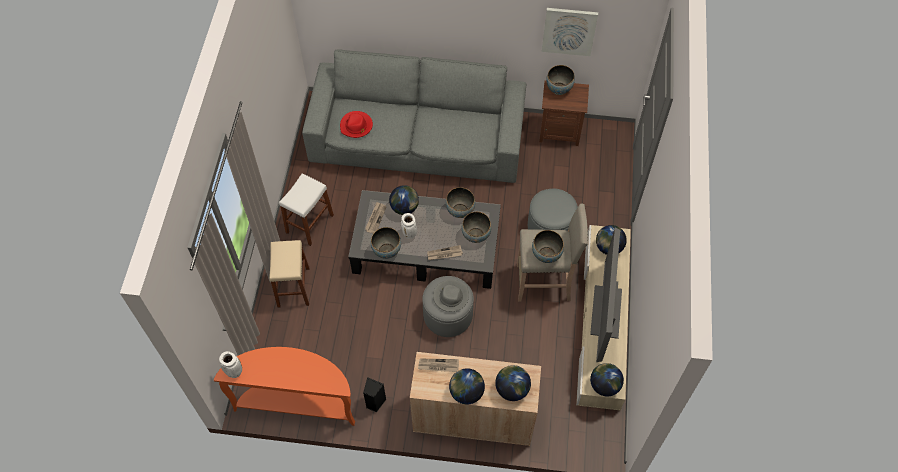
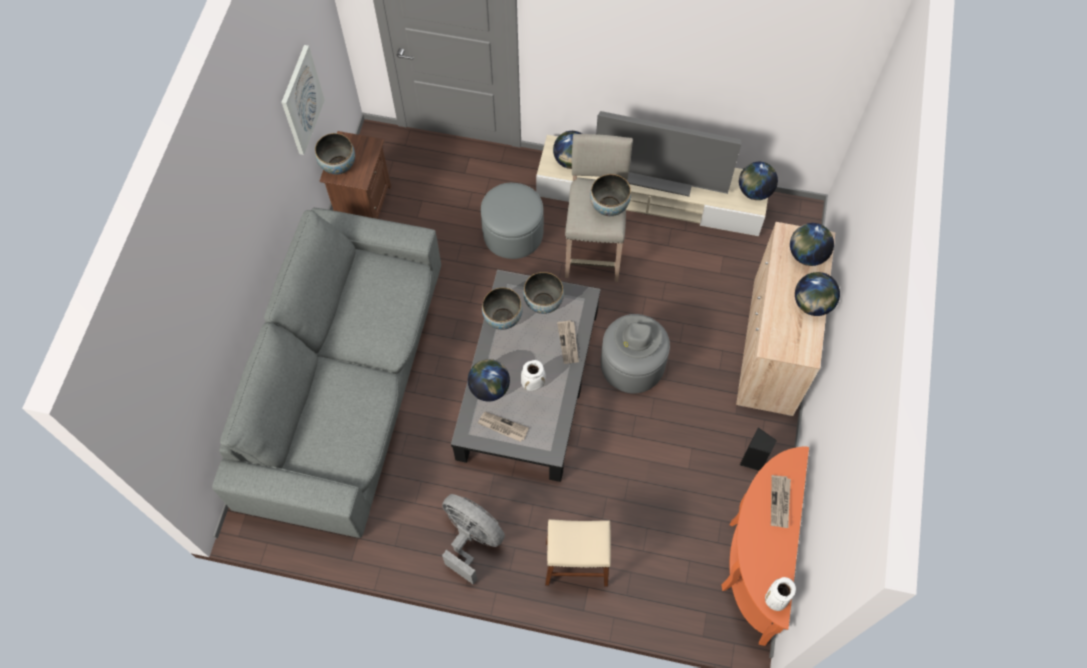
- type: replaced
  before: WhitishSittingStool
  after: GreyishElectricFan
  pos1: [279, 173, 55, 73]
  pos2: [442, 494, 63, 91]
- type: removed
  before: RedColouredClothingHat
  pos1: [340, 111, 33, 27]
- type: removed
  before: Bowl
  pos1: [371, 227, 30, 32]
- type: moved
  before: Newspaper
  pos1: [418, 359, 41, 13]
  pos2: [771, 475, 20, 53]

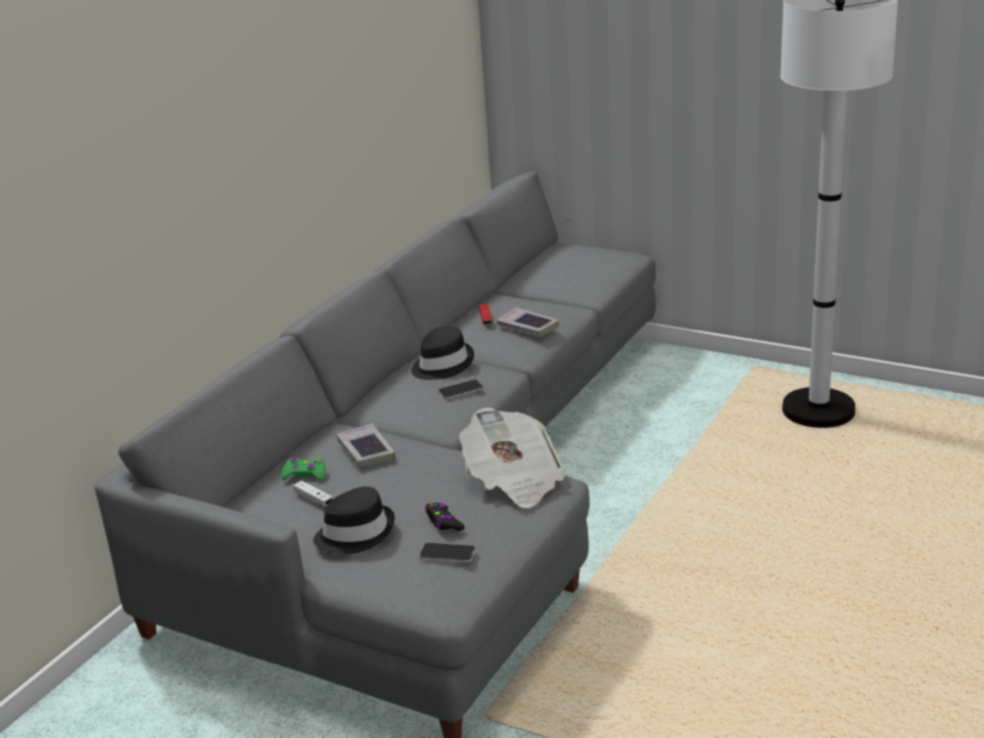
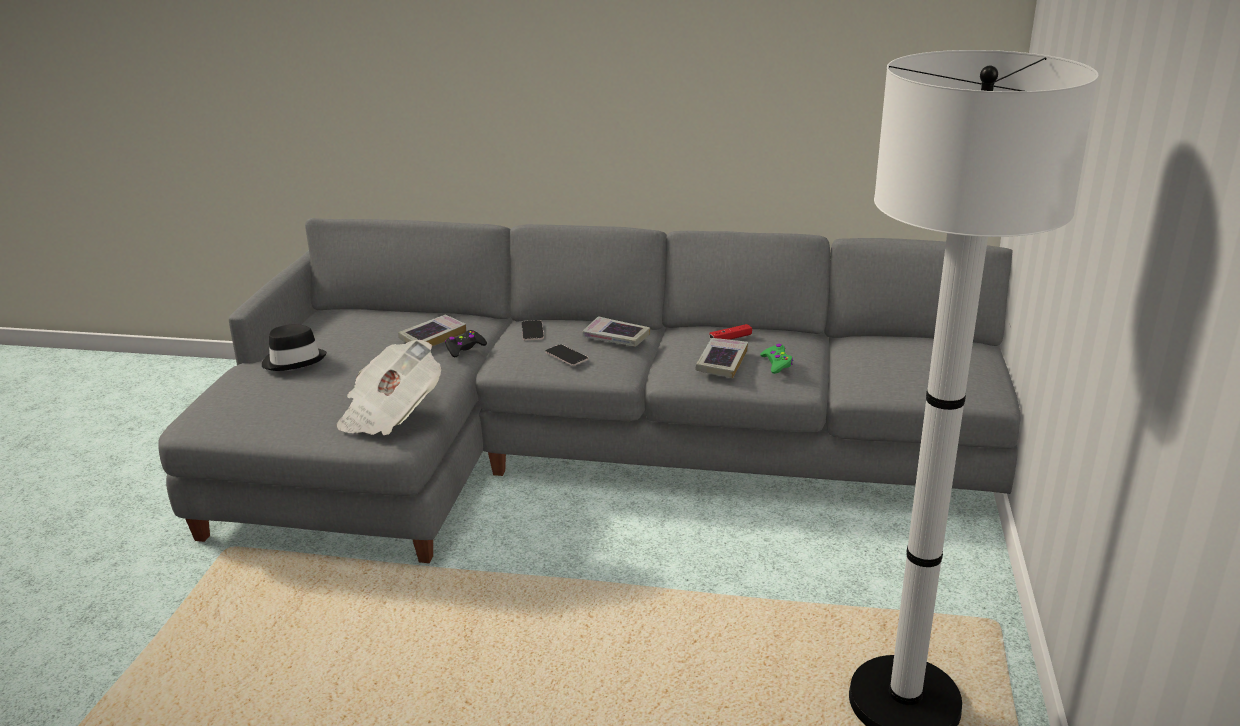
- type: moved
  before: GreenColouredGamepad
  pos1: [281, 457, 45, 24]
  pos2: [760, 344, 33, 30]
- type: removed
  before: WhitishGamepad
  pos1: [293, 480, 40, 26]
- type: replaced
  before: BlackColouredClothingHat
  after: BoundBook
  pos1: [412, 326, 62, 54]
  pos2: [583, 316, 67, 31]
- type: moved
  before: Telephone
  pos1: [419, 543, 57, 19]
  pos2: [521, 320, 23, 20]
- type: moved
  before: BlackColouredGamepad
  pos1: [425, 503, 40, 28]
  pos2: [445, 330, 42, 27]

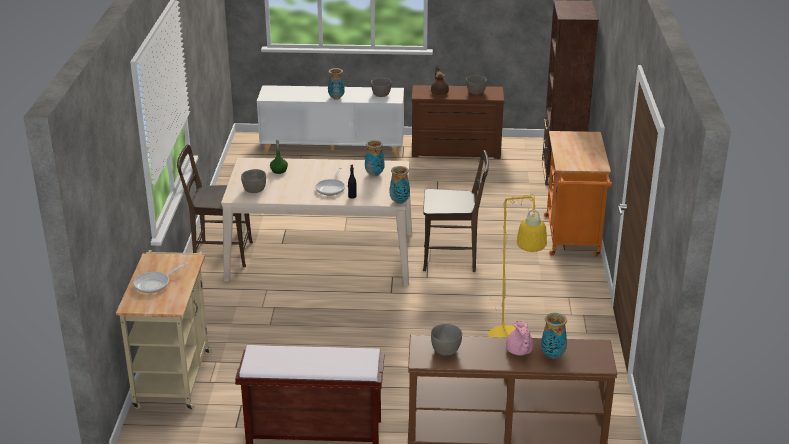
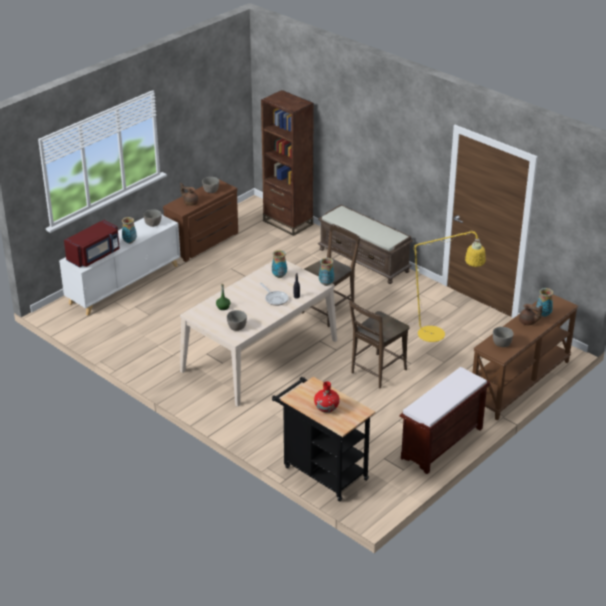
- type: recoloured
  before: BeigeColouredCart
  after: BlackColouredCart
  pos1: [116, 250, 96, 161]
  pos2: [272, 377, 103, 124]
- type: replaced
  before: Pan
  after: RedColouredFlowerVase
  pos1: [133, 263, 55, 30]
  pos2: [314, 381, 26, 32]
- type: moved
  before: BrownishChair
  pos1: [177, 144, 76, 123]
  pos2: [349, 300, 61, 88]
- type: recoloured
  before: PinkishPotForTea
  after: BrownishPotForTea
  pos1: [506, 321, 27, 34]
  pos2: [519, 304, 24, 21]
- type: replaced
  before: OrangeCart
  after: BrownishIndoorBench
  pos1: [544, 131, 68, 126]
  pos2: [318, 205, 95, 79]
- type: added
  after: RedColouredKitchenMicrowave
  pos2: [64, 220, 56, 48]

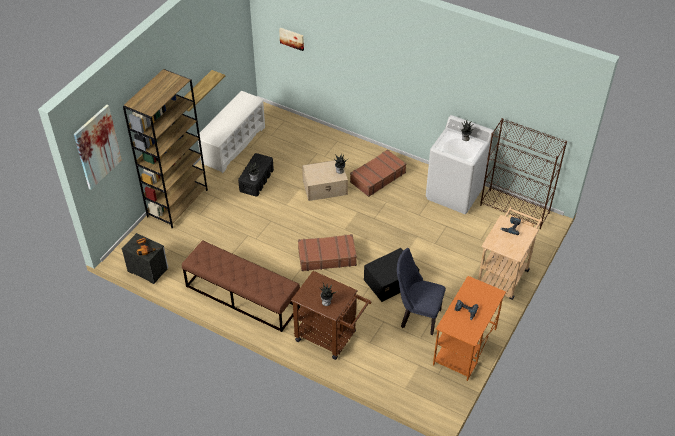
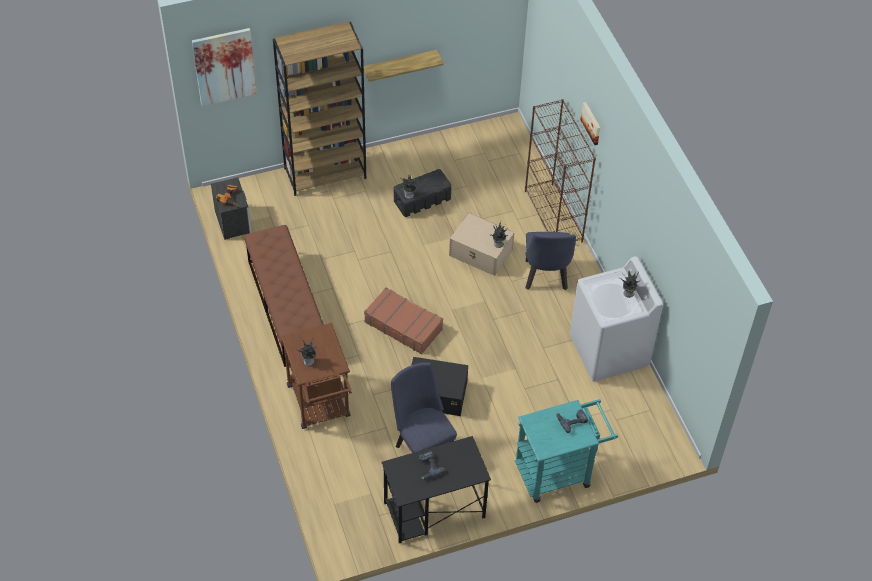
- type: removed
  before: WhitishShoeShelf
  pos1: [197, 91, 68, 82]
- type: moved
  before: Picture
  pos1: [279, 28, 25, 23]
  pos2: [581, 102, 19, 43]
- type: replaced
  before: BrownishSuitcase
  after: BlueColouredChair
  pos1: [350, 149, 56, 48]
  pos2: [525, 232, 51, 58]
- type: recoloured
  before: OrangeDesk
  after: BlackColouredDesk
  pos1: [433, 276, 73, 105]
  pos2: [381, 436, 110, 107]
- type: recoloured
  before: BeigeColouredCart
  after: BlueGreenCart
  pos1: [478, 207, 64, 93]
  pos2: [515, 399, 103, 104]
- type: moved
  before: BrownishShelvingUnit
  pos1: [480, 118, 87, 111]
  pos2: [525, 99, 71, 143]

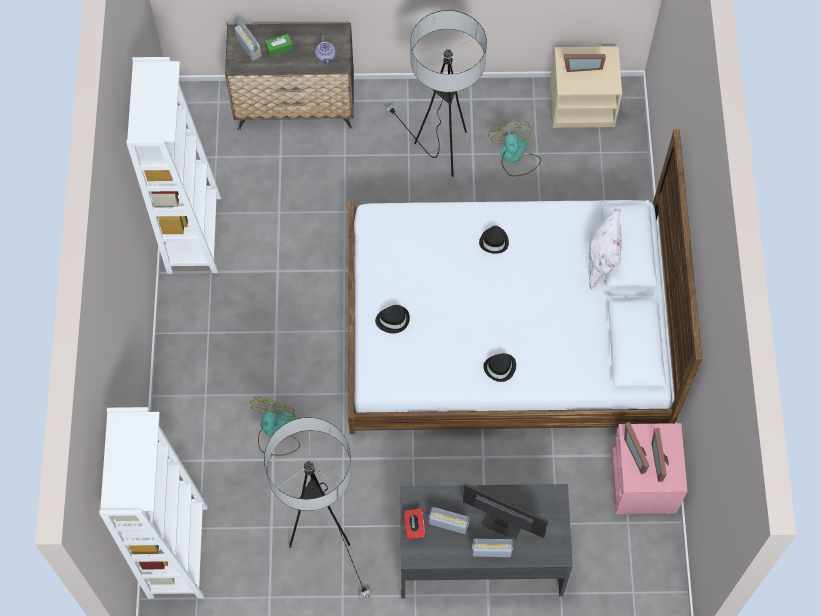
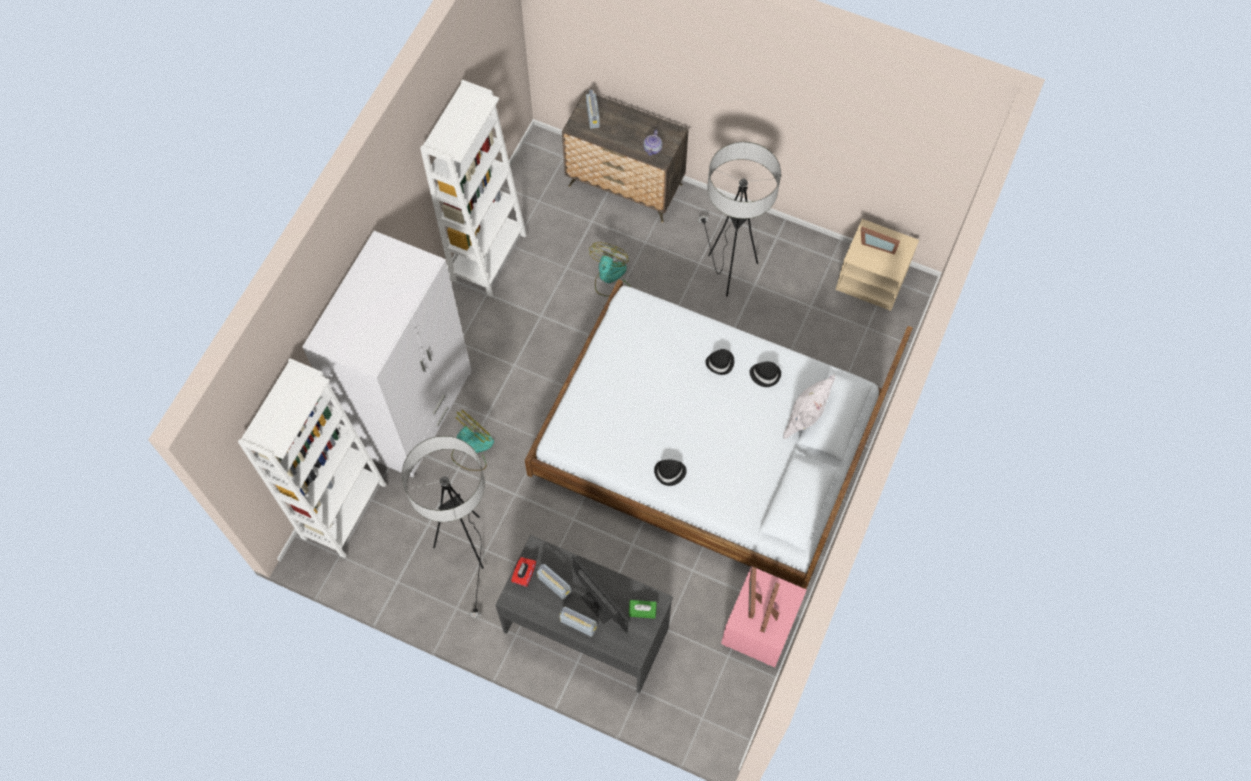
- type: moved
  before: GreenColouredTissueBox
  pos1: [265, 34, 28, 23]
  pos2: [629, 600, 28, 19]
- type: moved
  before: BlackColouredClothingHat
  pos1: [375, 305, 35, 28]
  pos2: [750, 362, 31, 25]
- type: moved
  before: ElectricFan
  pos1: [488, 121, 53, 56]
  pos2: [589, 242, 42, 55]
- type: added
  after: WhitishWardrobe
  pos2: [302, 231, 169, 247]

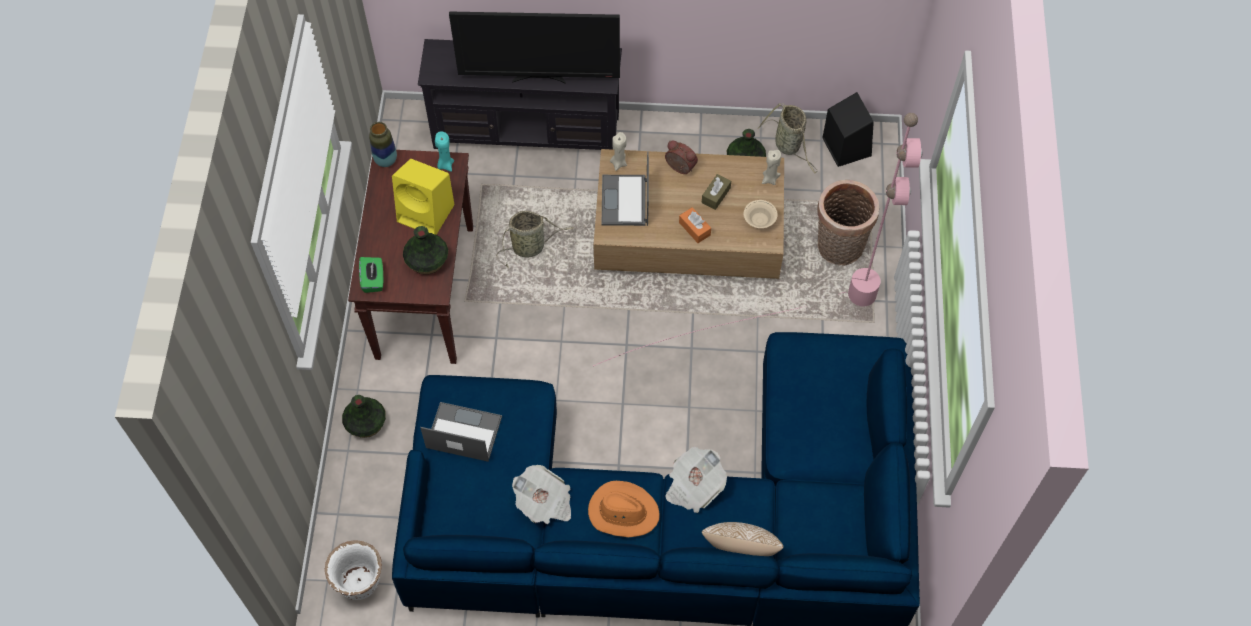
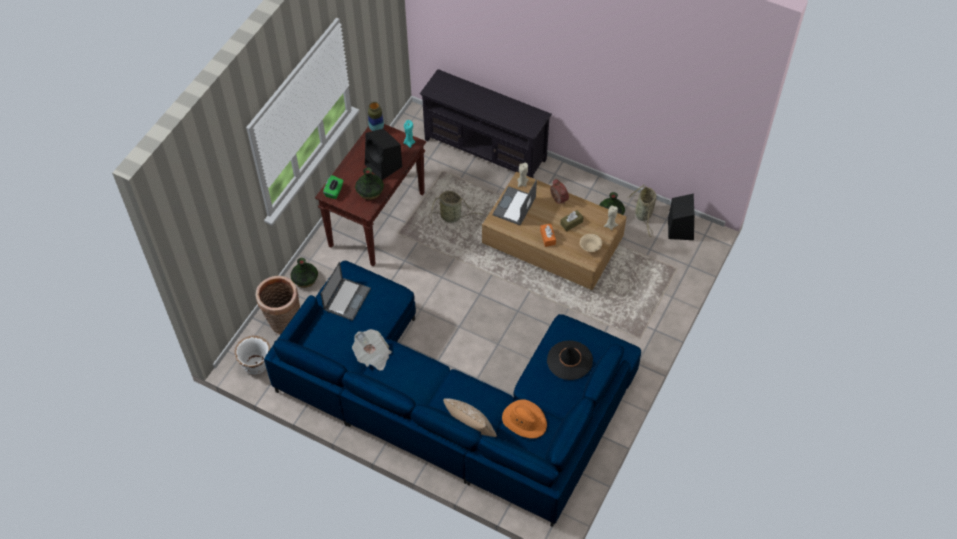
- type: recoloured
  before: YellowishSpeaker
  after: BlackColouredSpeaker
  pos1: [392, 159, 63, 76]
  pos2: [365, 129, 37, 51]
- type: turned
  before: NotebookComputer
  pos1: [420, 402, 82, 60]
  pos2: [321, 262, 50, 59]
  turn: 75
- type: removed
  before: TvSet
  pos1: [449, 11, 171, 72]
- type: moved
  before: OrangeClothingHat
  pos1: [588, 481, 72, 56]
  pos2: [502, 399, 45, 40]
- type: removed
  before: PinkishFloorLamp
  pos1: [593, 113, 330, 253]
- type: removed
  before: Newspaper
  pos1: [666, 447, 61, 66]
- type: moved
  before: Basket
  pos1: [817, 180, 62, 86]
  pos2: [256, 276, 44, 59]
- type: added
  after: BlackColouredClothingHat
  pos2: [547, 340, 46, 40]

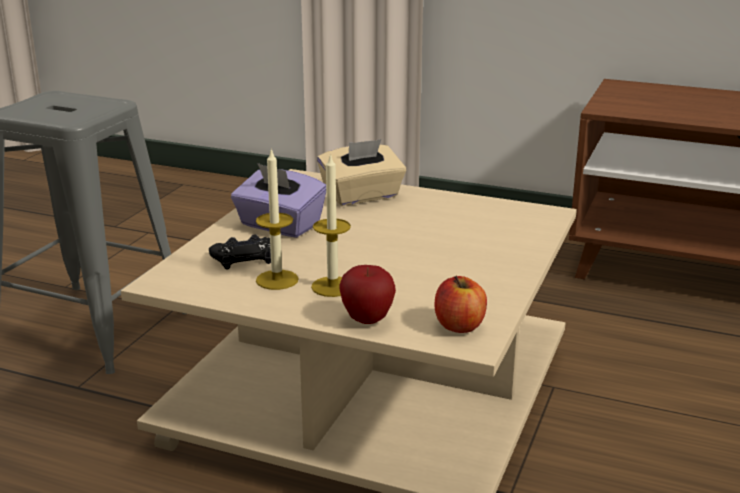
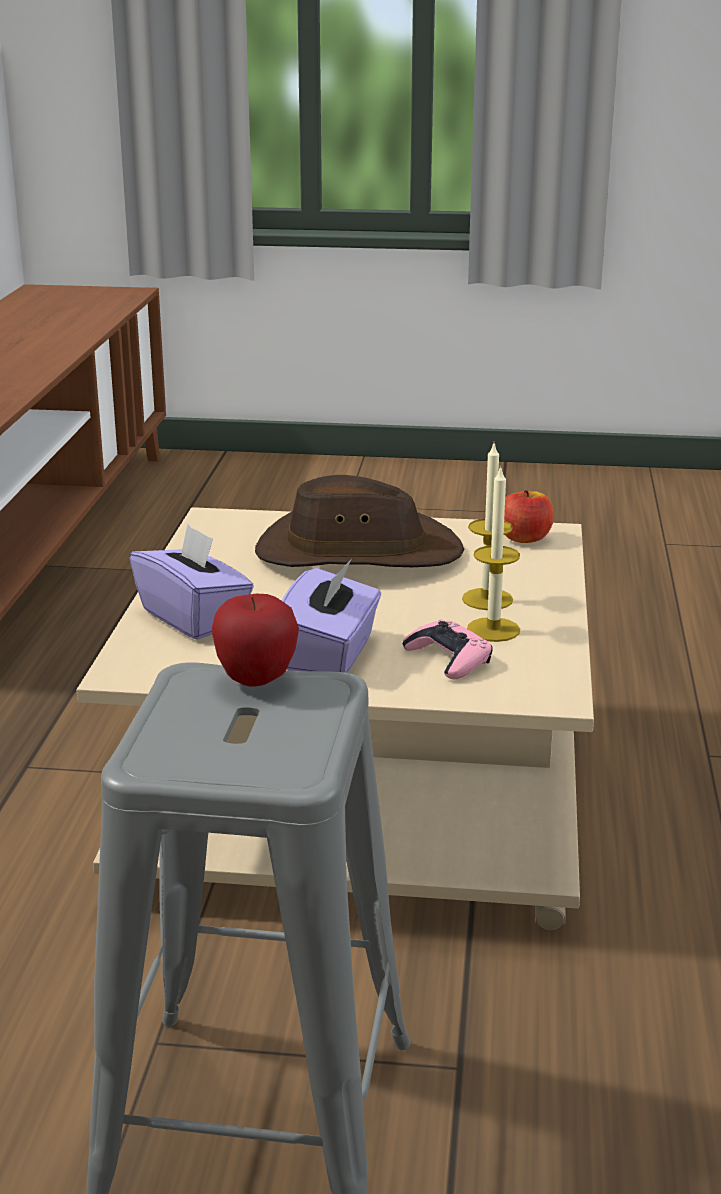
- type: recoloured
  before: BlackColouredGamepad
  after: PinkishGamepad
  pos1: [209, 234, 62, 36]
  pos2: [403, 620, 89, 60]
- type: recoloured
  before: BeigeColouredTissueBox
  after: PurpleColouredTissueBox
  pos1: [317, 139, 89, 67]
  pos2: [129, 524, 125, 116]
- type: moved
  before: AppleFruit
  pos1: [340, 265, 56, 59]
  pos2: [212, 594, 87, 93]
- type: added
  after: BrownishClothingHat
  pos2: [255, 475, 209, 92]

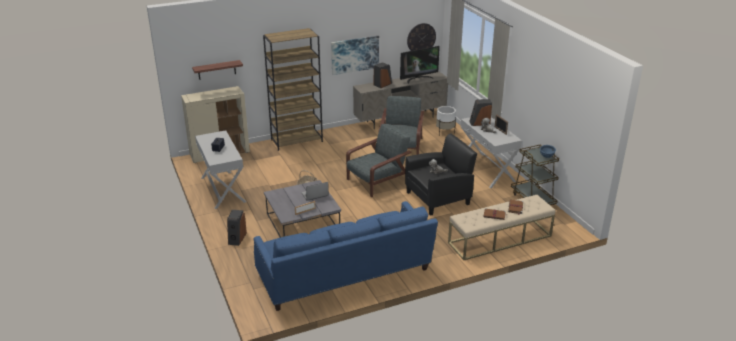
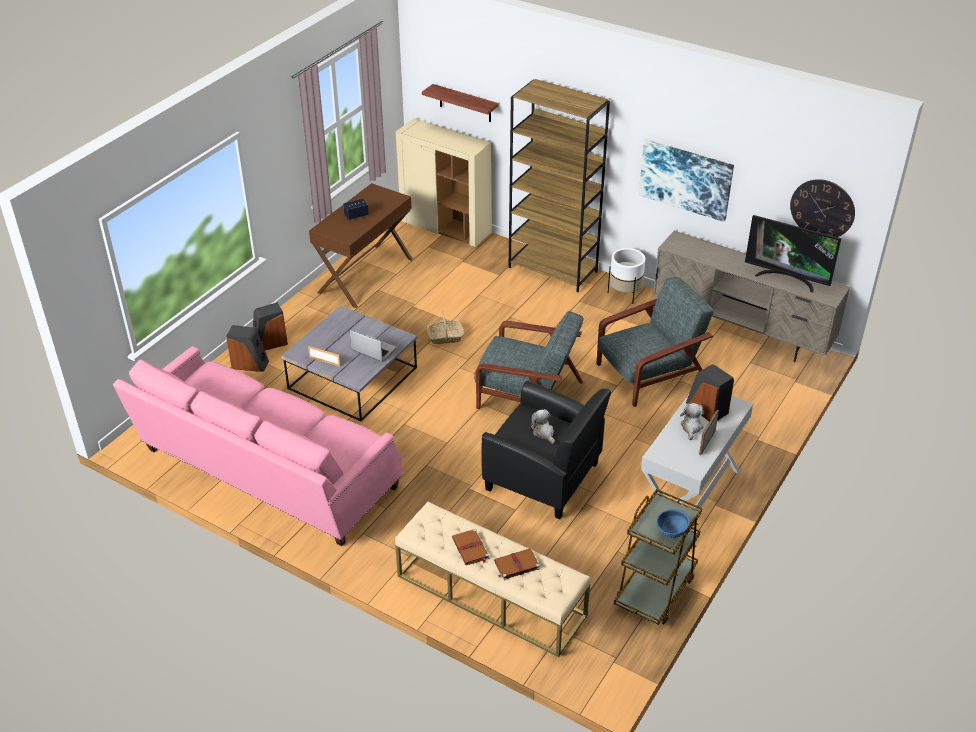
- type: recoloured
  before: WhitishNarrowTable
  after: BrownishNarrowTable
  pos1: [195, 130, 51, 79]
  pos2: [309, 183, 104, 125]
- type: recoloured
  before: BlueColouredCouch
  after: PinkishCouch
  pos1: [254, 201, 184, 110]
  pos2: [113, 346, 290, 200]
- type: moved
  before: Speaker
  pos1: [374, 62, 18, 26]
  pos2: [227, 325, 42, 47]
- type: moved
  before: WhitishPlantPot
  pos1: [436, 106, 20, 28]
  pos2: [608, 248, 37, 56]

